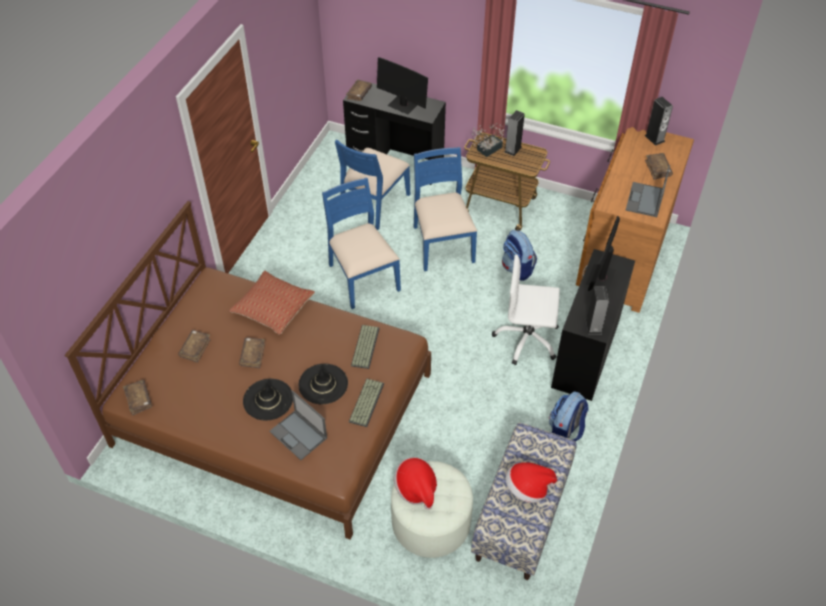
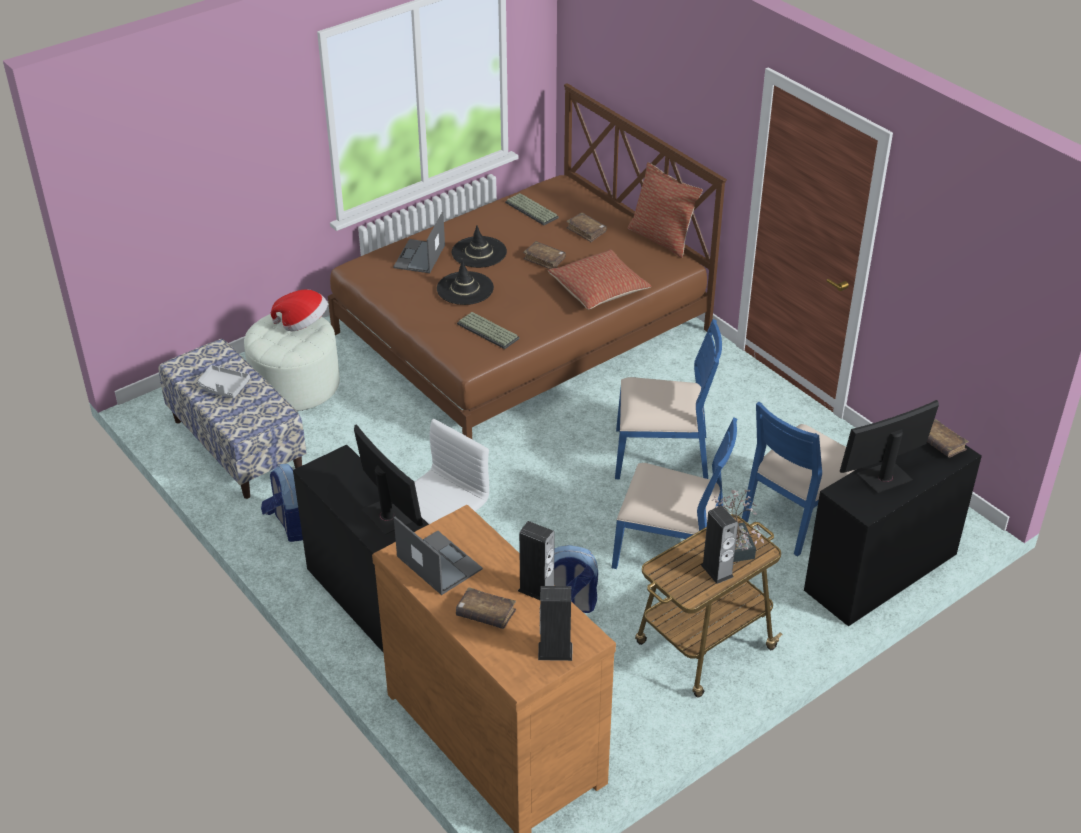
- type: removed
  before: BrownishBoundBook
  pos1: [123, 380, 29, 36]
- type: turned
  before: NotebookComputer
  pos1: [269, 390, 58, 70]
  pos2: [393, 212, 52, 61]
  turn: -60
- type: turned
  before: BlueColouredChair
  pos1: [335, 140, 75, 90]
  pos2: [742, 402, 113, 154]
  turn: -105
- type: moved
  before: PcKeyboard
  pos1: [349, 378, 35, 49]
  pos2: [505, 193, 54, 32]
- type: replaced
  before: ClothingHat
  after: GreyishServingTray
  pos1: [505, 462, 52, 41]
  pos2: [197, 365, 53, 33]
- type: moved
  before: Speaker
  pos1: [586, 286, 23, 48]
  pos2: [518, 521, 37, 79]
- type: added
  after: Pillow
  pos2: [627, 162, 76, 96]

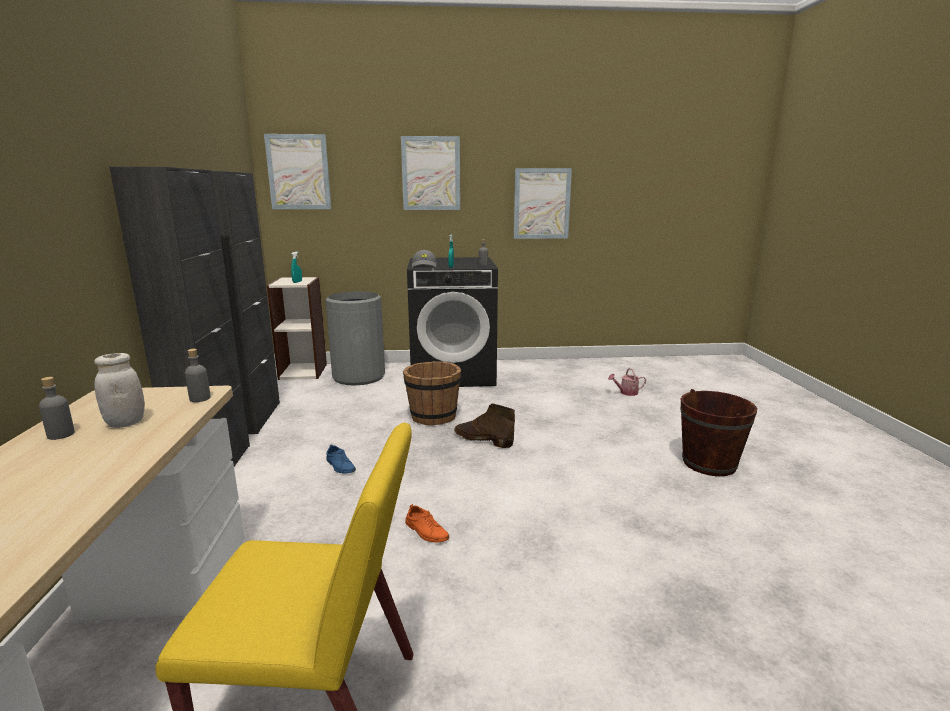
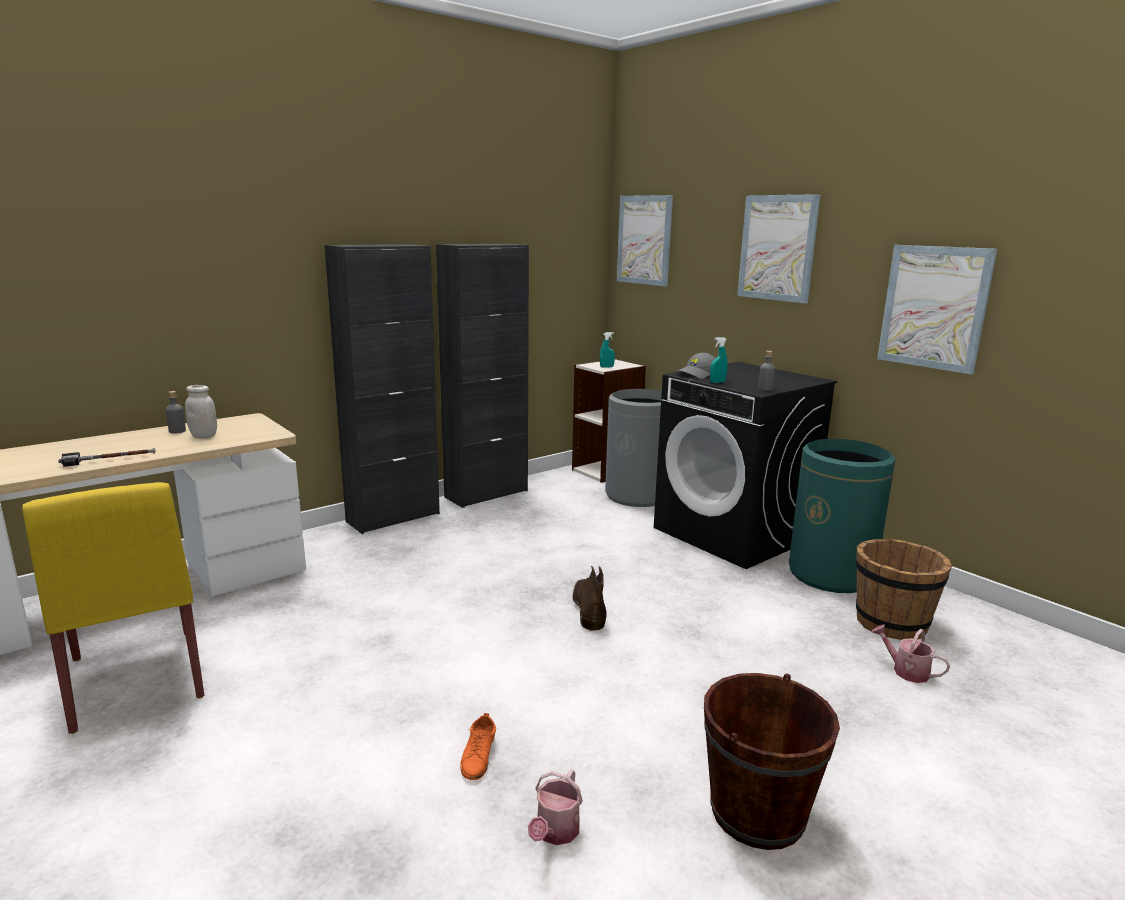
- type: removed
  before: GreyishBeverageBottle
  pos1: [185, 349, 26, 53]
- type: removed
  before: BlueColouredLowShoe
  pos1: [327, 444, 29, 30]
- type: moved
  before: BrownishBucket
  pos1: [403, 361, 58, 64]
  pos2: [856, 539, 96, 101]
- type: moved
  before: OrangeLowShoe
  pos1: [405, 504, 44, 39]
  pos2: [460, 713, 36, 67]
- type: added
  after: HandHammer
  pos2: [58, 448, 98, 19]
- type: added
  after: WateringPot
  pos2: [528, 769, 55, 76]
- type: added
  after: GreenColouredTrashCan
  pos2: [789, 439, 106, 154]

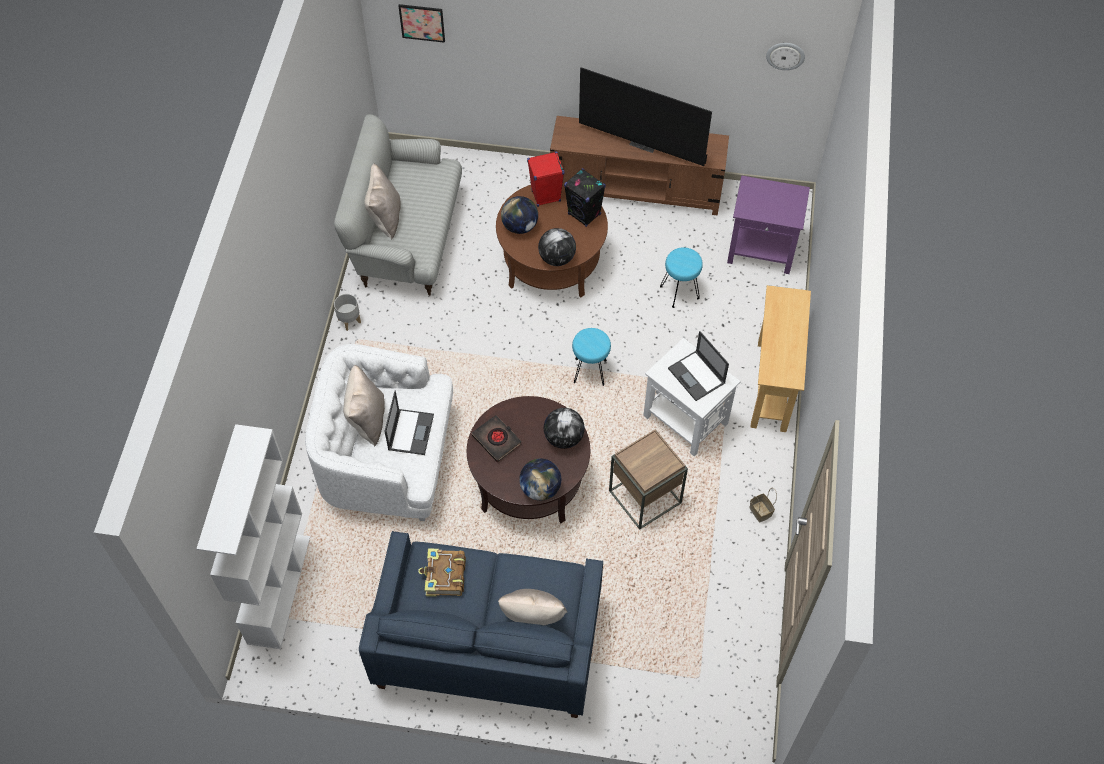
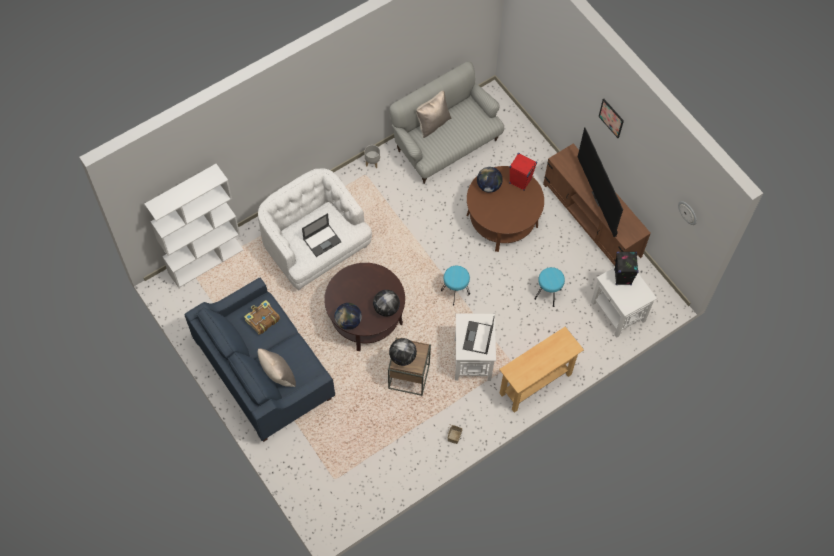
- type: removed
  before: BeigeColouredPillow
  pos1: [343, 365, 42, 82]
- type: moved
  before: Picture
  pos1: [398, 4, 47, 39]
  pos2: [598, 99, 26, 39]
- type: removed
  before: BlackColouredBoundBook
  pos1: [472, 415, 50, 47]
- type: moved
  before: Globe
  pos1: [538, 228, 38, 38]
  pos2: [389, 338, 28, 28]
- type: moved
  before: BlackColouredSpeaker
  pos1: [564, 168, 42, 59]
  pos2: [614, 251, 25, 34]
- type: recoloured
  before: PurpleColouredSideTable
  after: WhitishSideTable
  pos1: [727, 176, 83, 98]
  pos2: [591, 267, 66, 71]

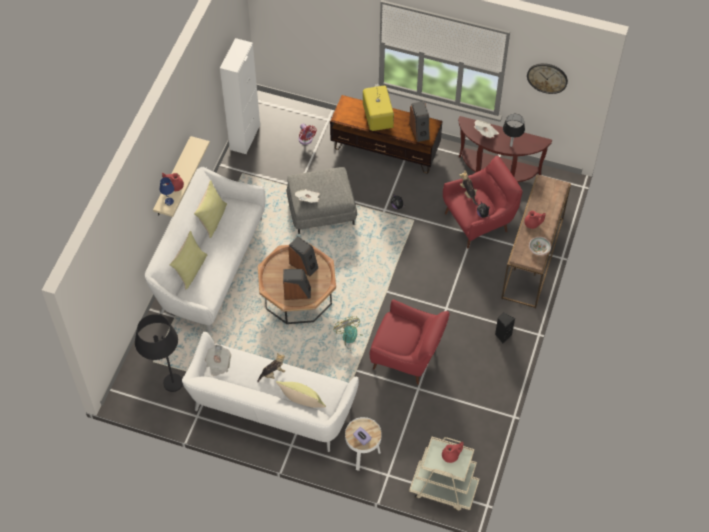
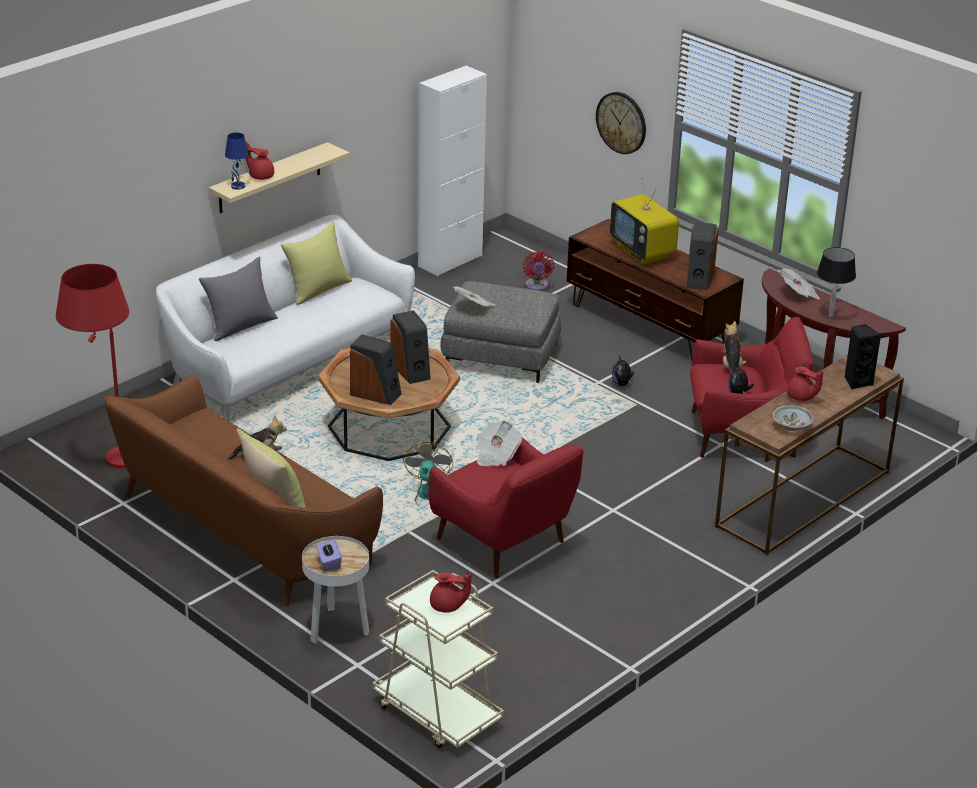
- type: recoloured
  before: BlackColouredFloorLamp
  after: RedColouredFloorLamp
  pos1: [135, 314, 48, 78]
  pos2: [56, 264, 73, 205]
- type: recoloured
  before: YellowishPillow
  after: GreyishPillow
  pos1: [170, 231, 37, 58]
  pos2: [198, 257, 80, 84]
- type: recoloured
  before: WhitishCouch
  after: BrownishCouch
  pos1: [182, 332, 177, 120]
  pos2: [105, 374, 278, 232]
- type: moved
  before: Newspaper
  pos1: [205, 344, 26, 32]
  pos2: [476, 420, 46, 46]
- type: turned
  before: TvSet
  pos1: [363, 83, 31, 48]
  pos2: [610, 177, 69, 88]
  turn: 135
- type: moved
  before: BlackColouredSpeaker
  pos1: [495, 313, 20, 30]
  pos2: [844, 324, 37, 65]
- type: moved
  before: WallClock
  pos1: [527, 63, 41, 31]
  pos2: [596, 92, 50, 62]

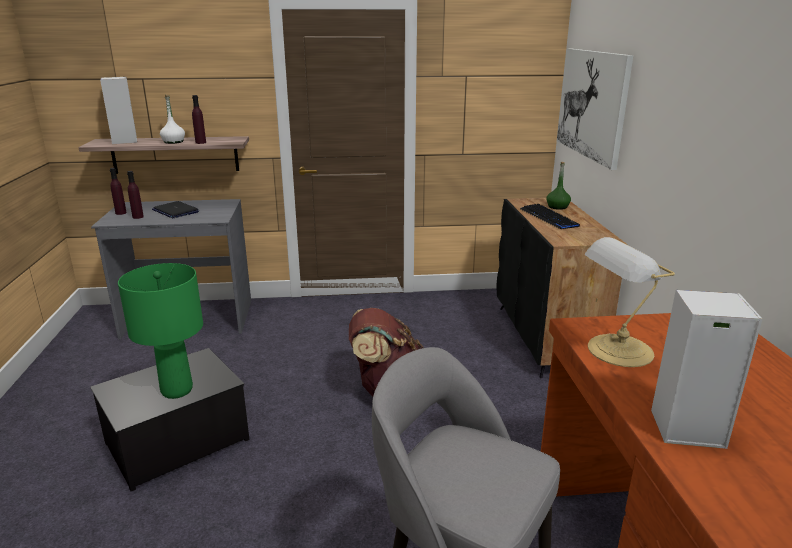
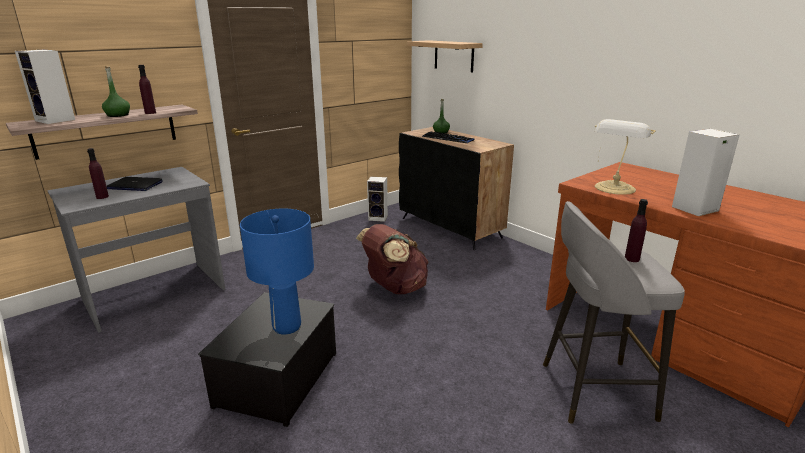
- type: moved
  before: PurpleColouredBeverageBottle
  pos1: [110, 168, 17, 47]
  pos2: [625, 199, 23, 63]
- type: recoloured
  before: GreenColouredTabletopLamp
  after: BlueColouredTabletopLamp
  pos1: [118, 263, 85, 136]
  pos2: [240, 209, 74, 126]
- type: recoloured
  before: WhitishBeverageBottle
  after: GreenColouredBeverageBottle
  pos1: [160, 95, 25, 49]
  pos2: [102, 66, 28, 51]
- type: replaced
  before: Picture
  after: BracketShelf
  pos1: [557, 48, 76, 122]
  pos2: [407, 40, 76, 32]
- type: added
  after: Speaker
  pos2: [367, 177, 21, 45]

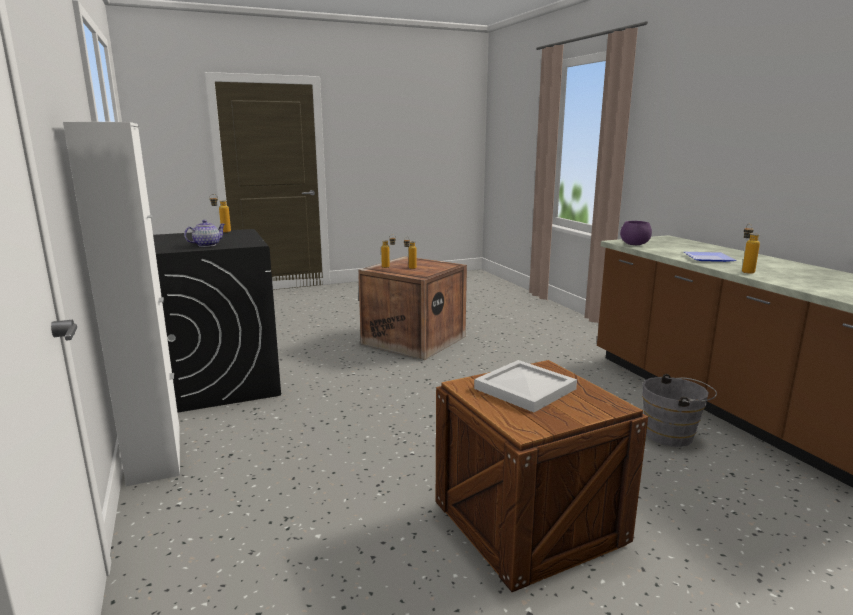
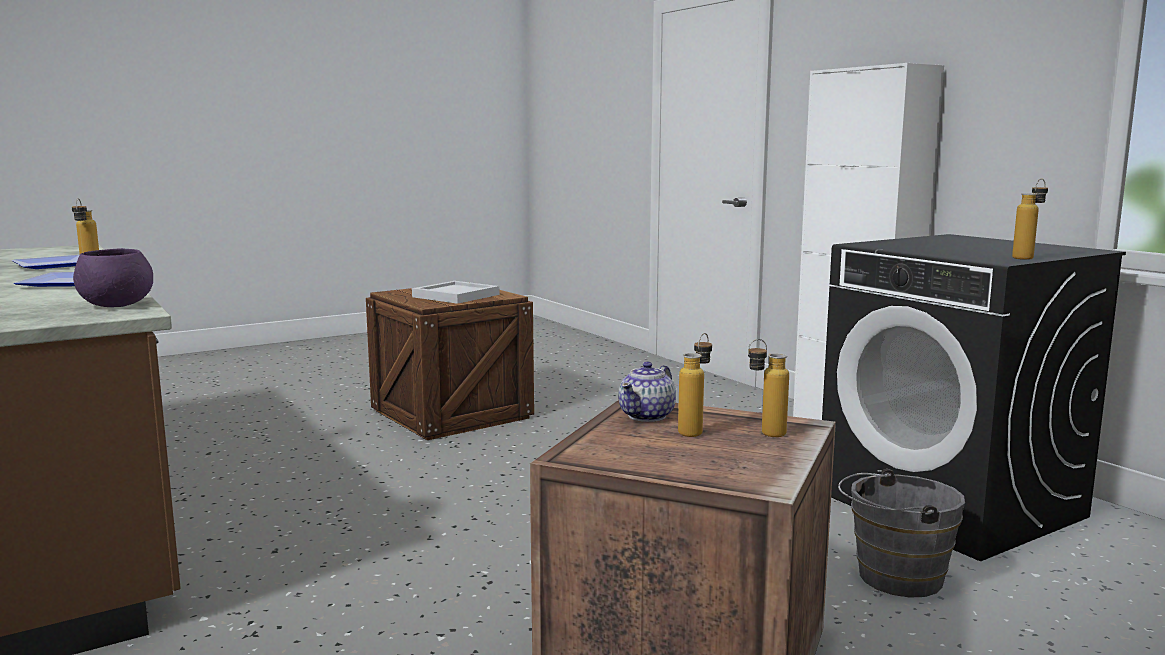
- type: moved
  before: PotForTea
  pos1: [184, 220, 41, 27]
  pos2: [618, 362, 58, 60]
- type: moved
  before: GreyishBucket
  pos1: [642, 374, 75, 73]
  pos2: [838, 469, 127, 128]
- type: added
  after: DinnerPlate
  pos2: [12, 255, 67, 14]

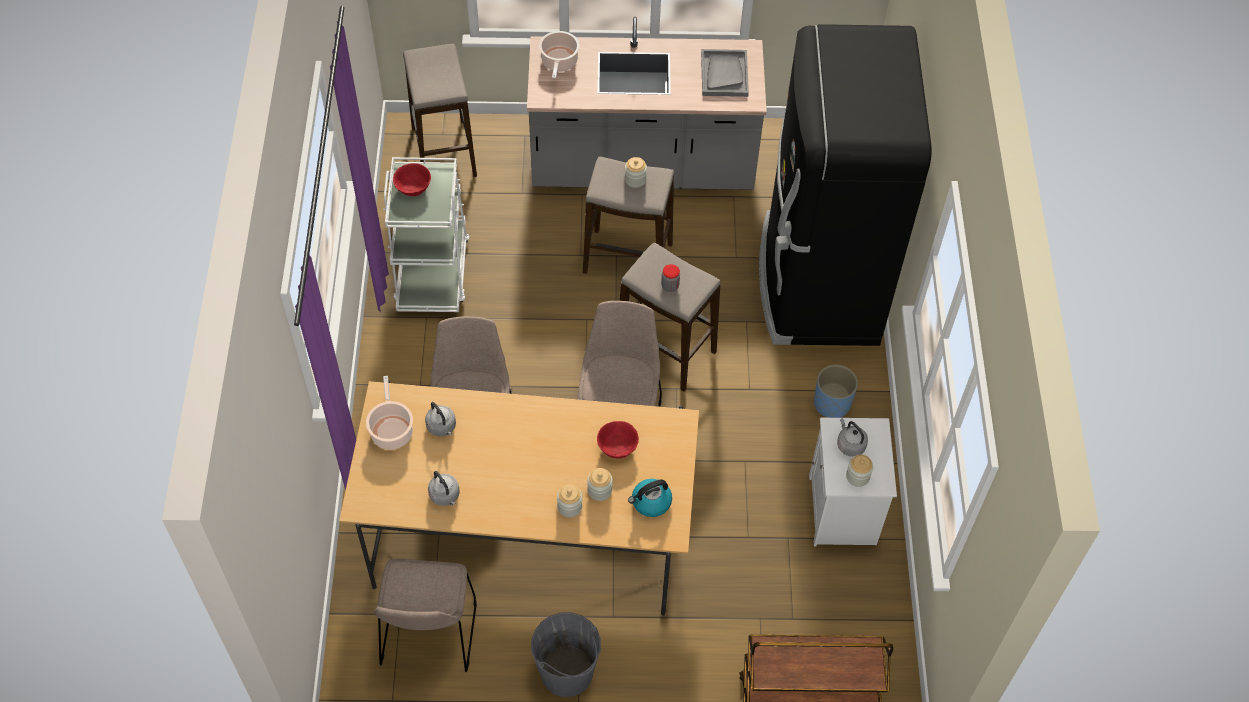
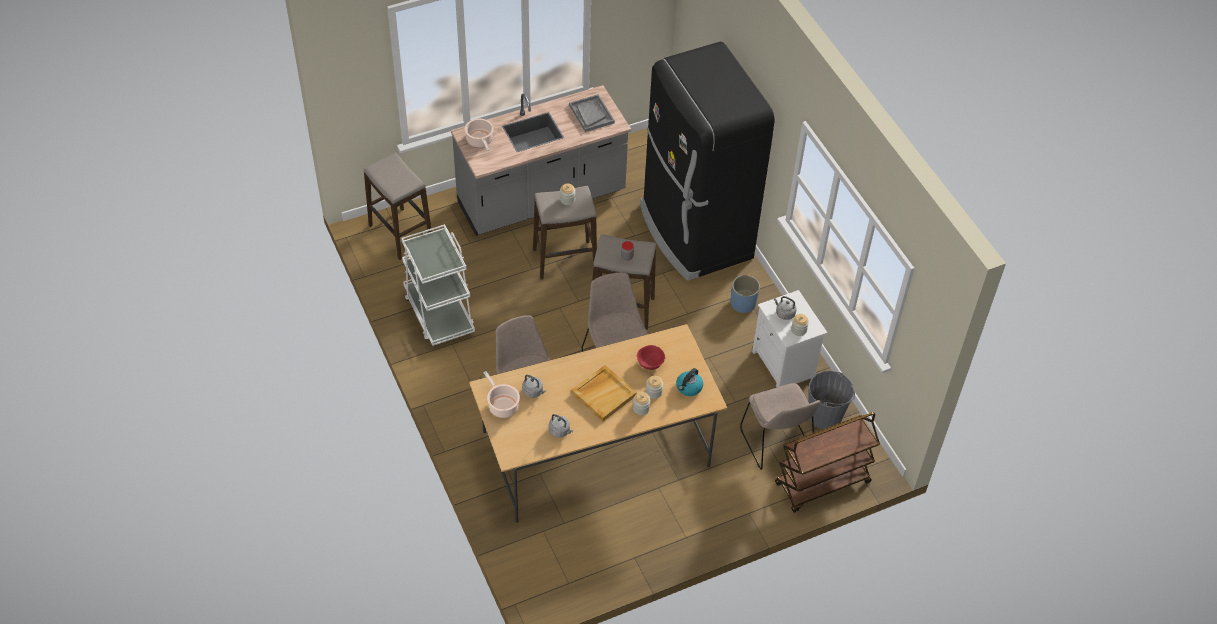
- type: moved
  before: BeigeColouredChair
  pos1: [375, 559, 102, 113]
  pos2: [740, 383, 80, 87]
- type: removed
  before: RedColouredBowl
  pos1: [393, 163, 38, 33]
- type: moved
  before: GreyishBucket
  pos1: [531, 612, 70, 85]
  pos2: [808, 371, 47, 58]
- type: added
  after: BeigeColouredServingTray
  pos2: [571, 365, 66, 56]

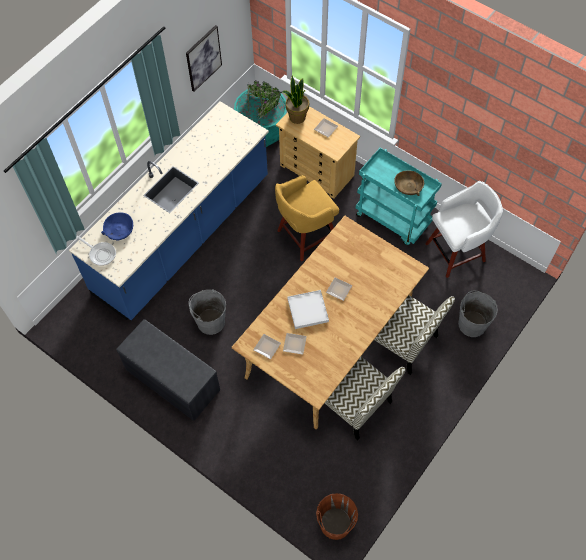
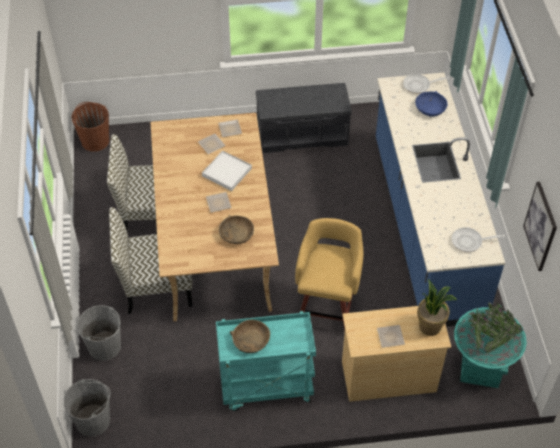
- type: moved
  before: GreyishBucket
  pos1: [189, 289, 37, 46]
  pos2: [64, 379, 47, 58]
- type: removed
  before: WhitishSittingStool
  pos1: [425, 181, 78, 97]
- type: added
  after: BrownishBowl
  pos2: [219, 215, 35, 29]
- type: added
  after: Pan
  pos2: [452, 227, 53, 25]

